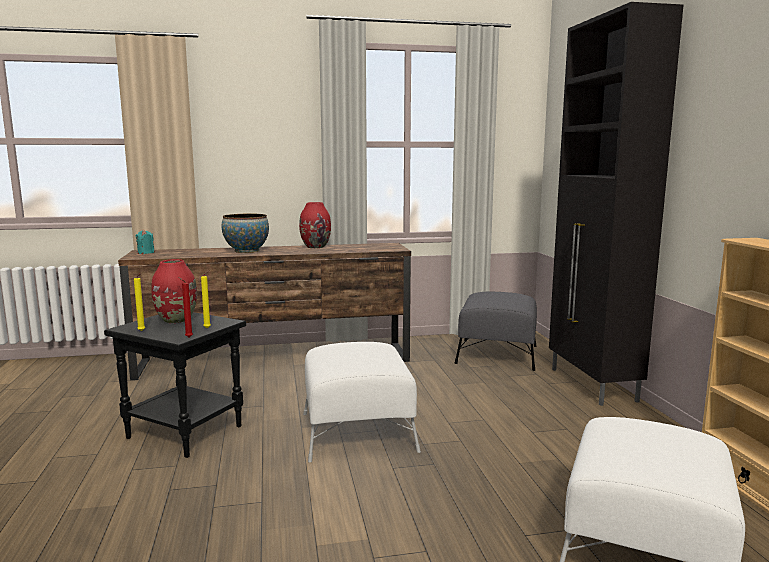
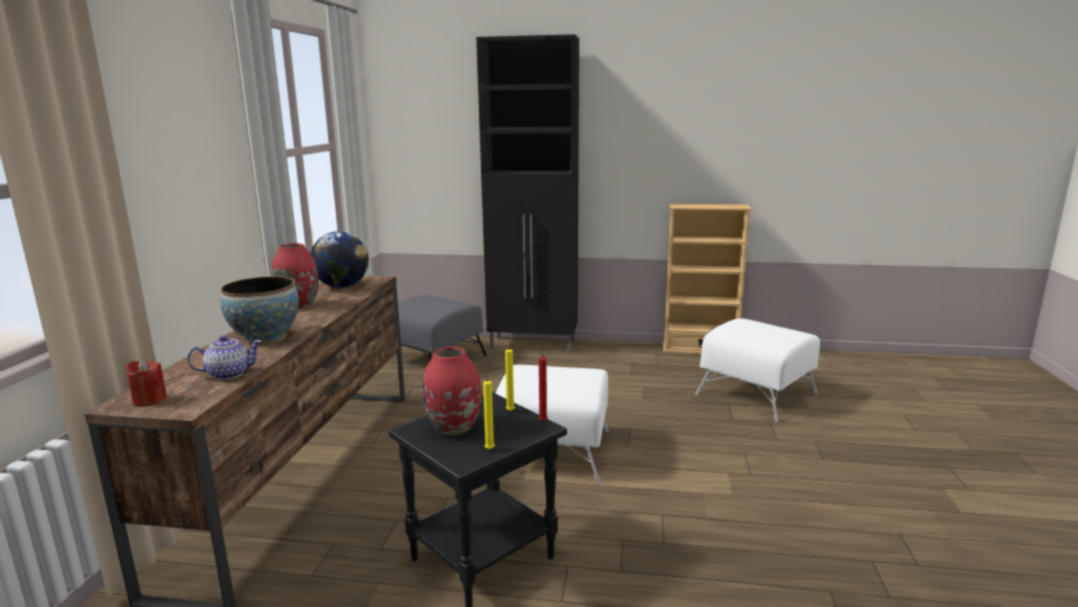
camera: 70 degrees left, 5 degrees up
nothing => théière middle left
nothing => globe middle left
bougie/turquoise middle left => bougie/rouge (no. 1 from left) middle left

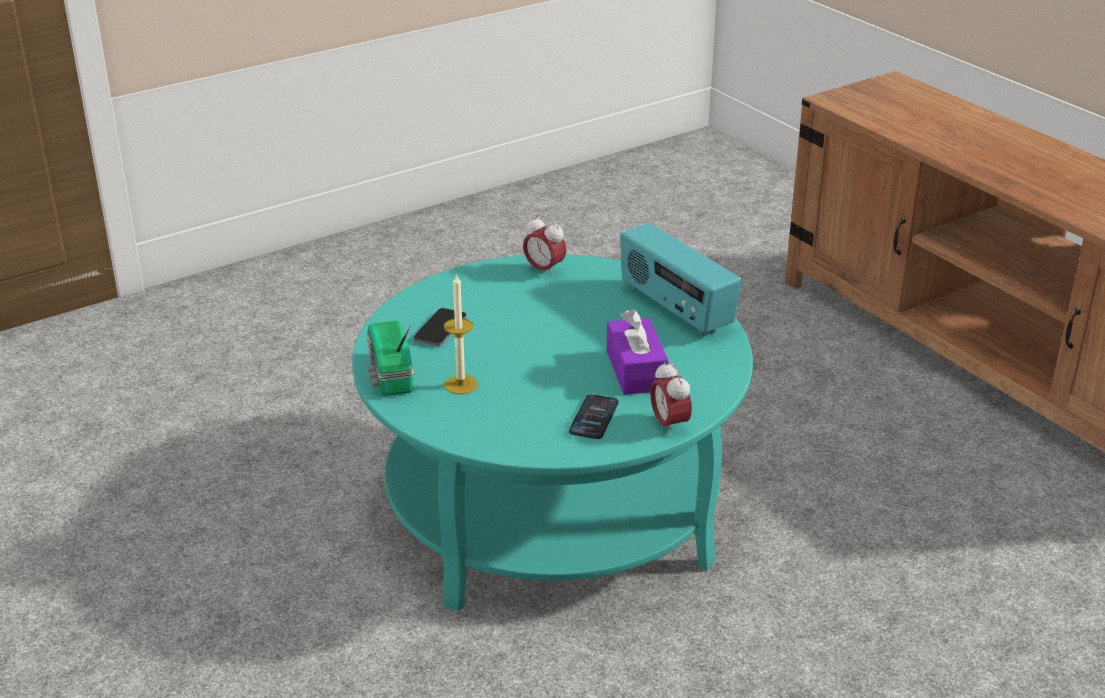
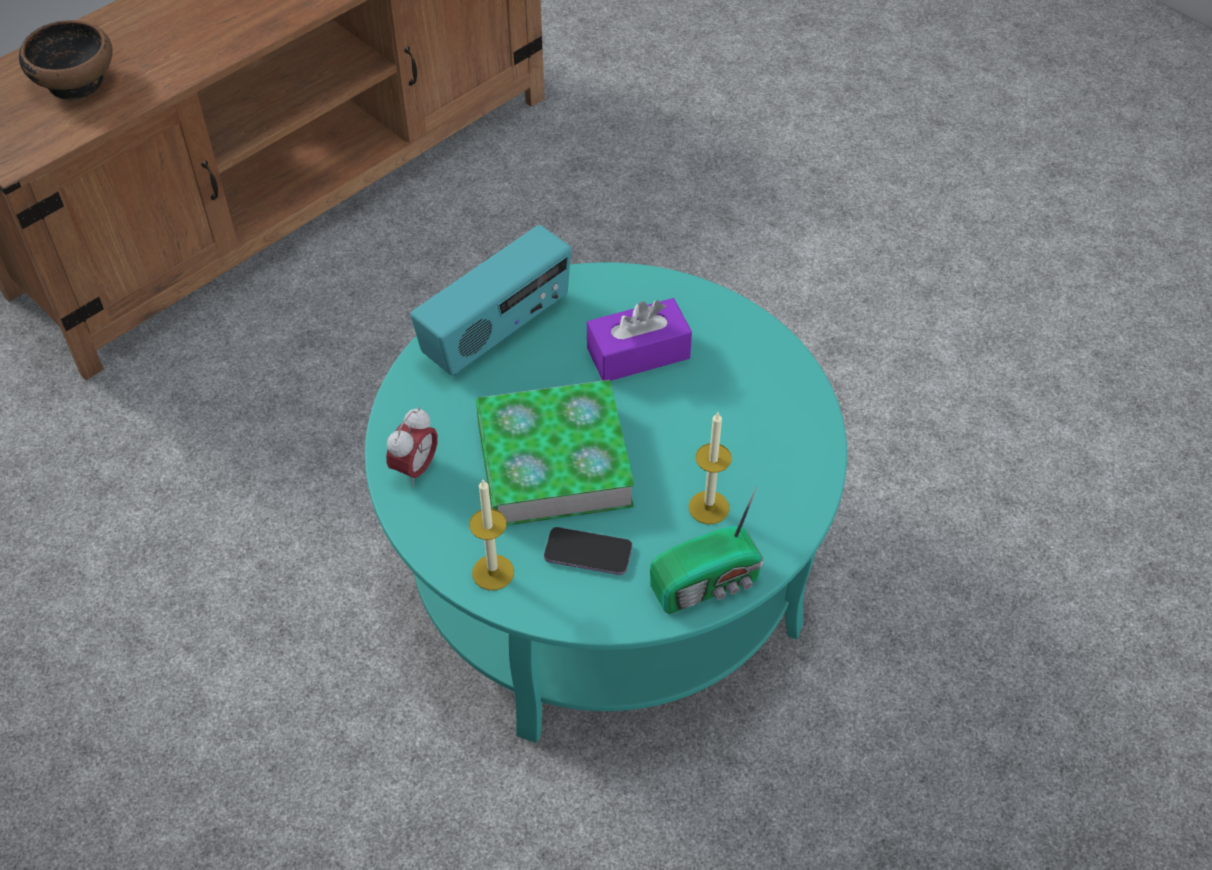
camera: 100 degrees left, 20 degrees up
téléphone (no. 2 from left) centre => nothing
réveil (no. 2 from left) centre => nothing
nothing => bol top left
nothing => bougie (no. 1 from left) centre
nothing => livre centre

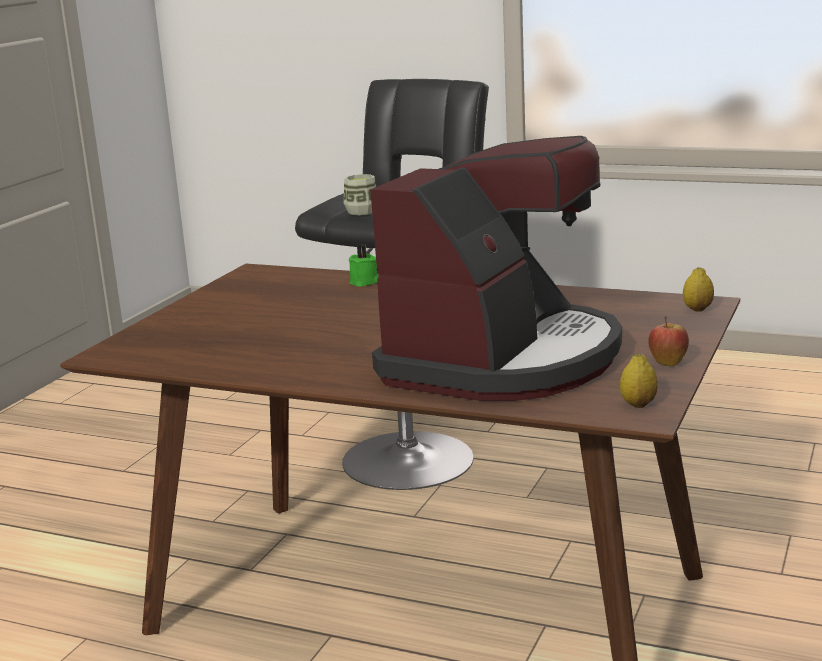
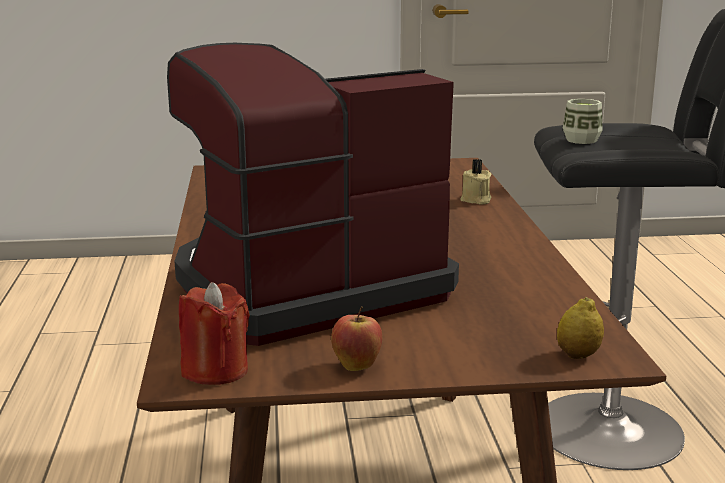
camera: 60 degrees right, 0 degrees up
citron (no. 1 from left) middle right => bougie/rouge bottom left
bougie/vert centre => bougie/beige centre
machine à café centre, 150 degrees clockwise

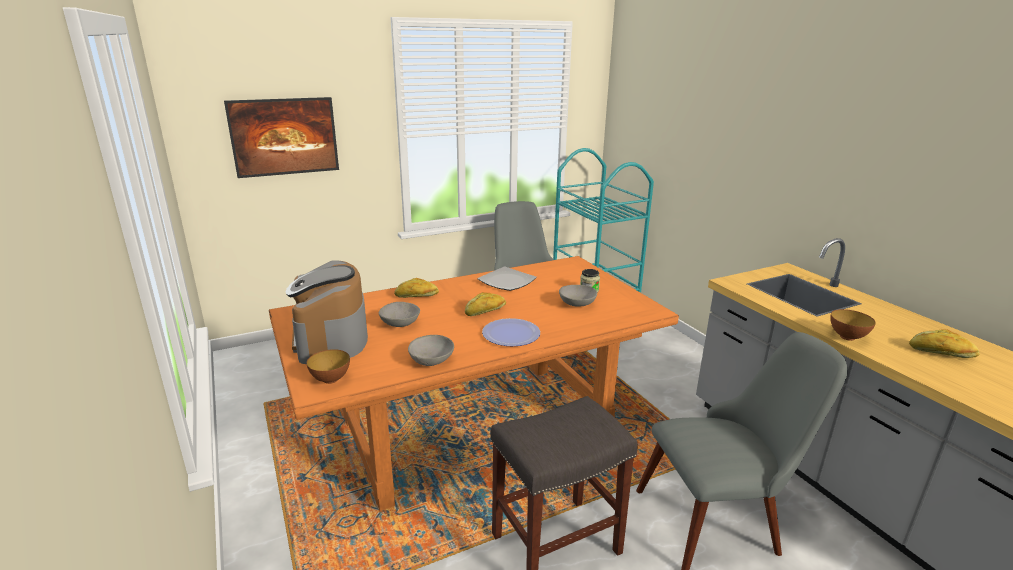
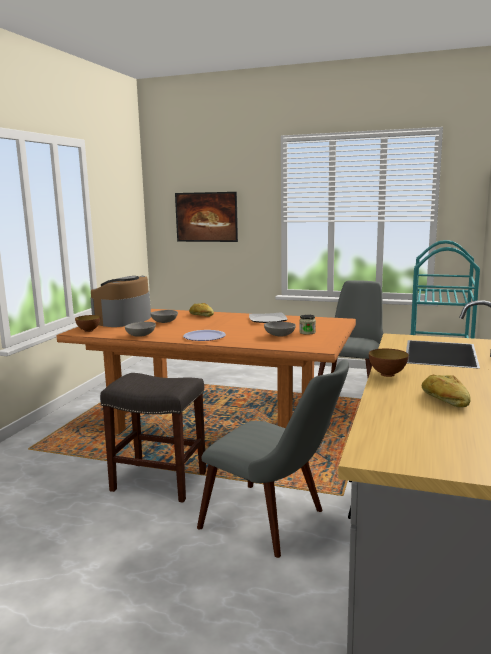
camera: 45 degrees right, 10 degrees down
pain (no. 2 from left) centre => nothing

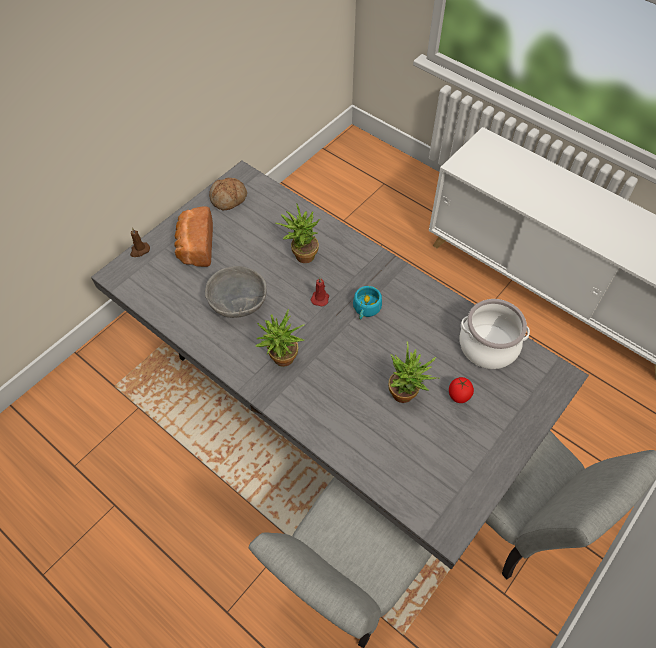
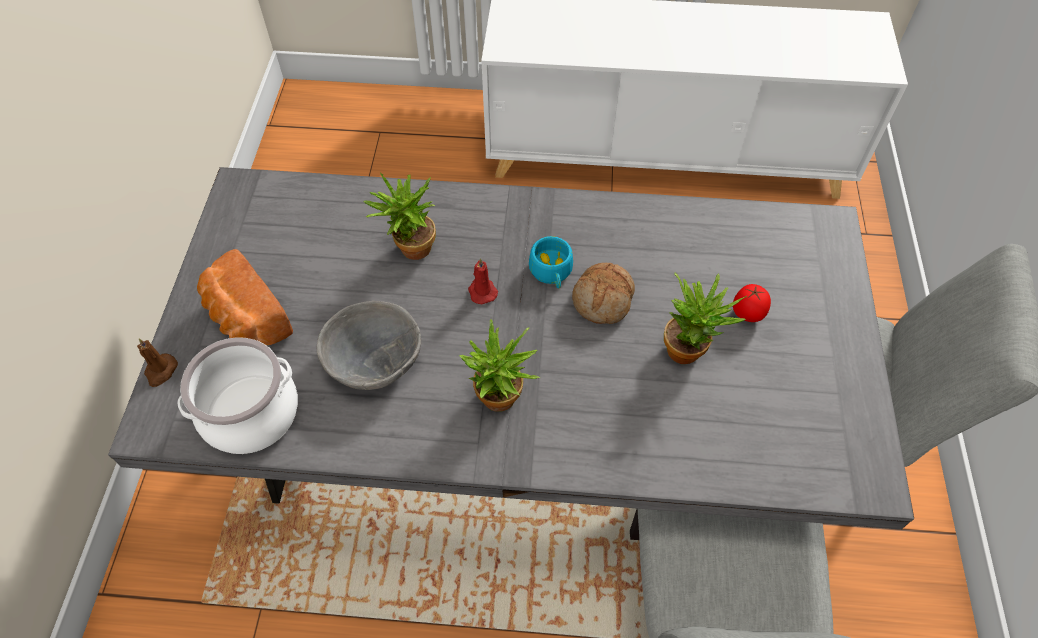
camera: 35 degrees left, 0 degrees up
pain (no. 2 from left) top centre => pain (no. 2 from left) centre, shifted
marmite middle right => marmite middle left, shifted

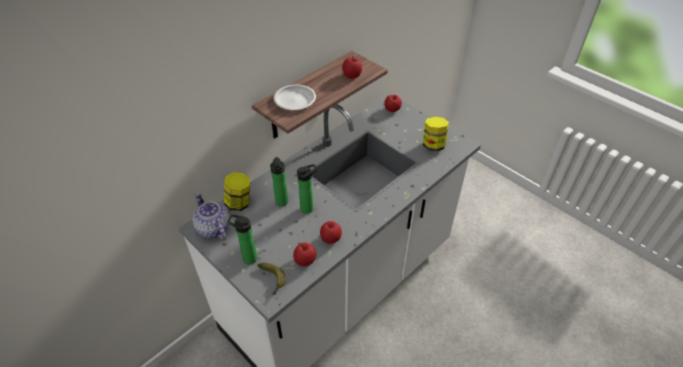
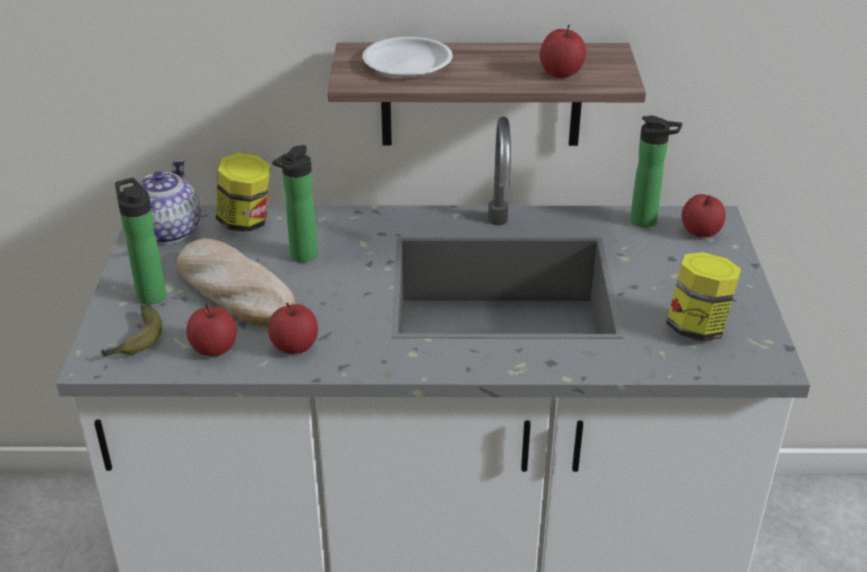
camera: 45 degrees right, 10 degrees down
nothing => pain middle left
bouteille (no. 3 from left) centre => bouteille (no. 3 from left) top right, shifted

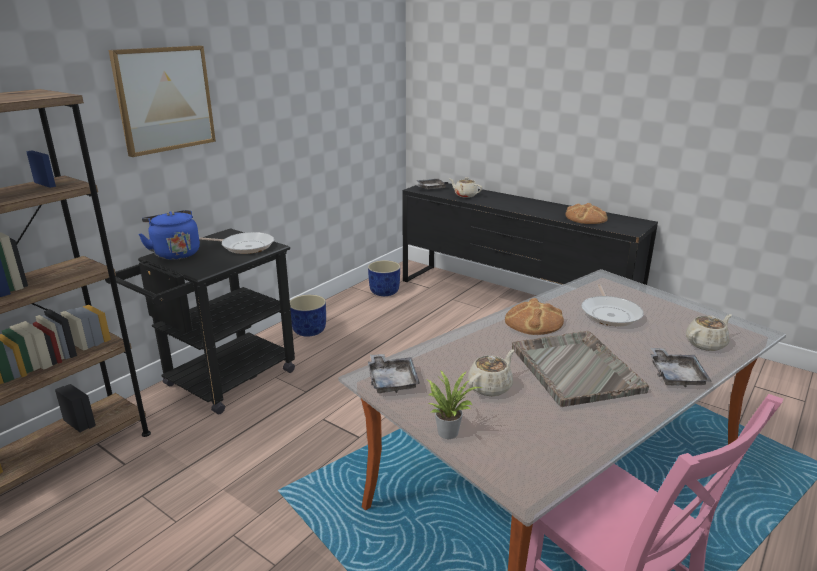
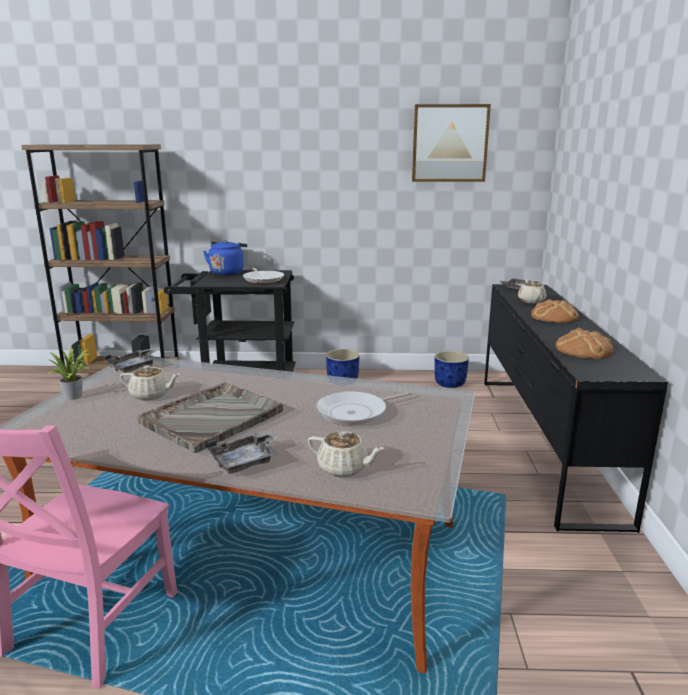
camera: 55 degrees right, 5 degrees down
tableau top left => tableau top centre, shifted
pain (no. 1 from left) centre => pain (no. 1 from left) middle right, shifted

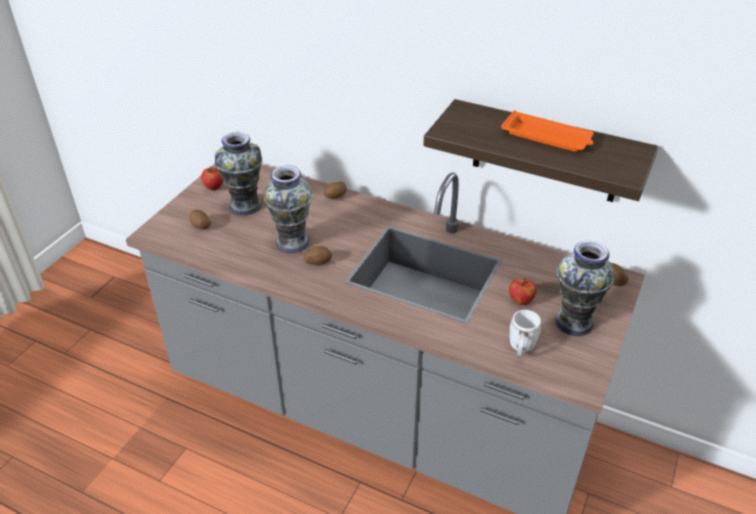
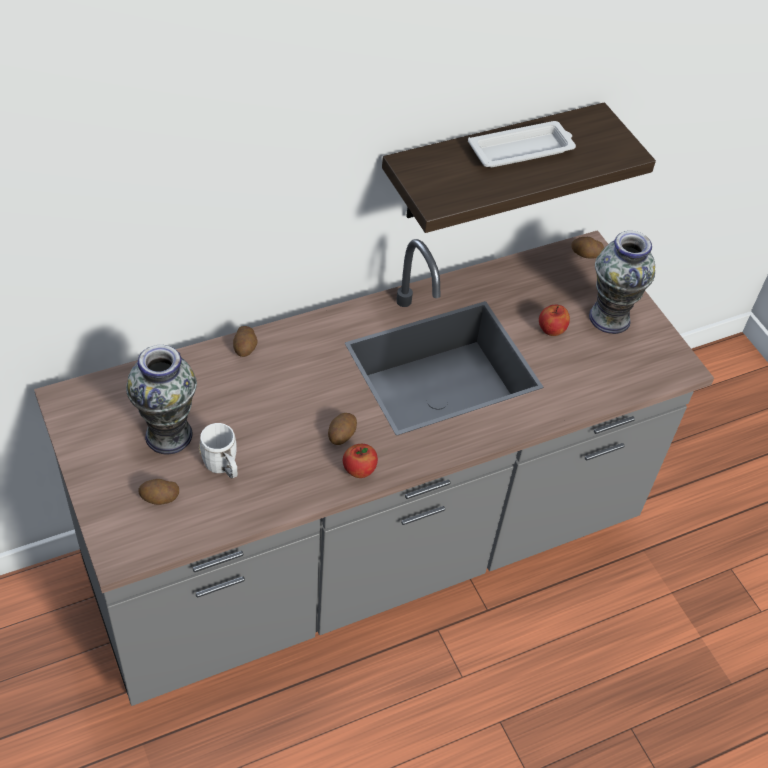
camera: 55 degrees left, 10 degrees up
vase (no. 2 from left) centre => nothing
pomme (no. 1 from left) middle left => pomme (no. 1 from left) centre, shifted
mug/blanc middle right => mug/blanc middle left, shifted
plateau/orange top right => plateau/blanc top right

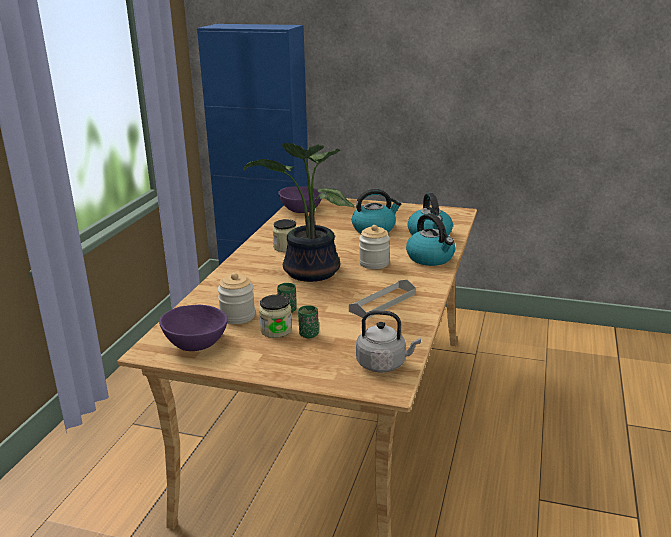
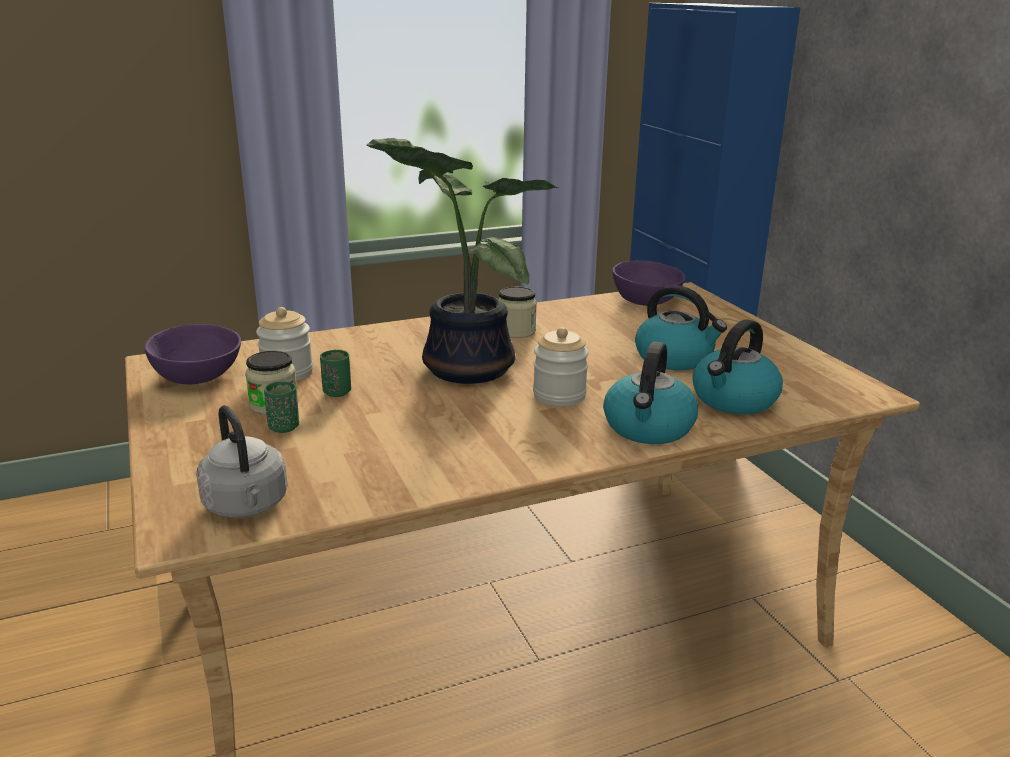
camera: 50 degrees right, 0 degrees up
plateau/gris centre => nothing

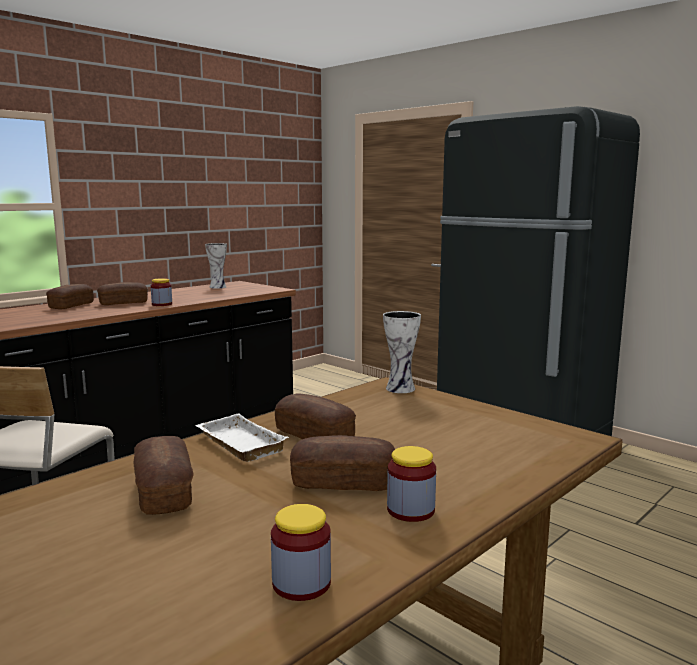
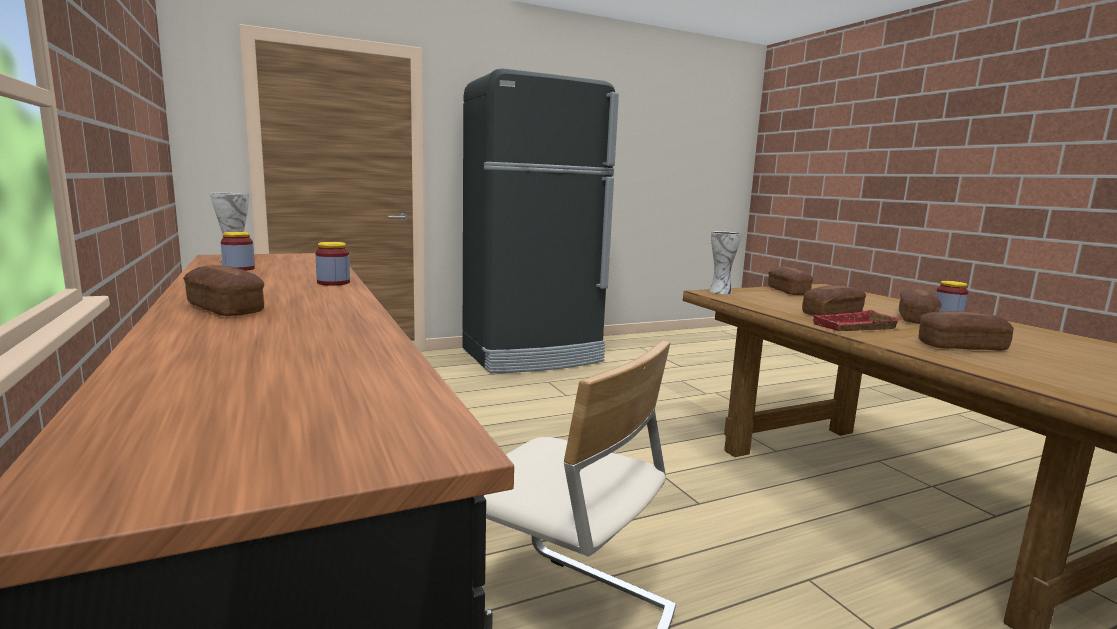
camera: 70 degrees left, 0 degrees up
pain (no. 2 from left) middle left => pain (no. 2 from left) middle right, shifted
bocal (no. 2 from left in the first image) bottom centre => bocal (no. 1 from left) middle left, shifted
plateau/blanc centre => plateau/rouge middle right

